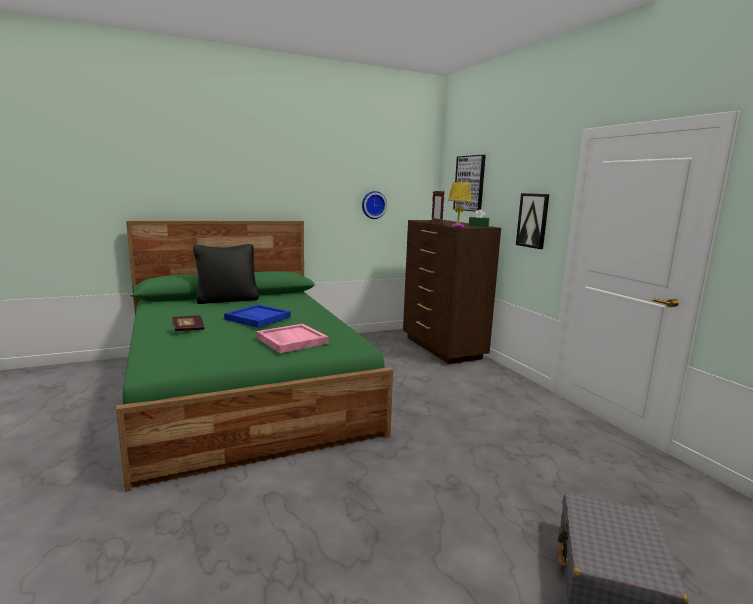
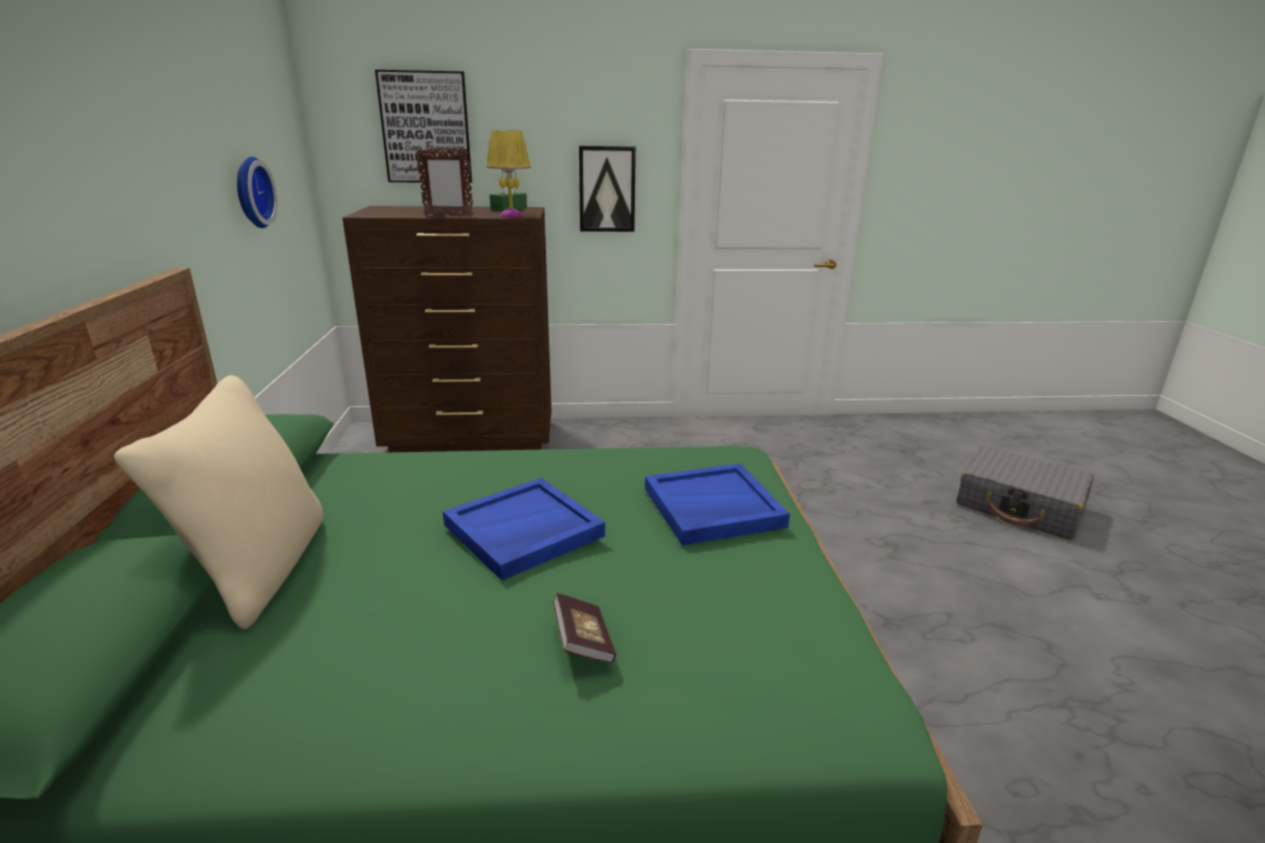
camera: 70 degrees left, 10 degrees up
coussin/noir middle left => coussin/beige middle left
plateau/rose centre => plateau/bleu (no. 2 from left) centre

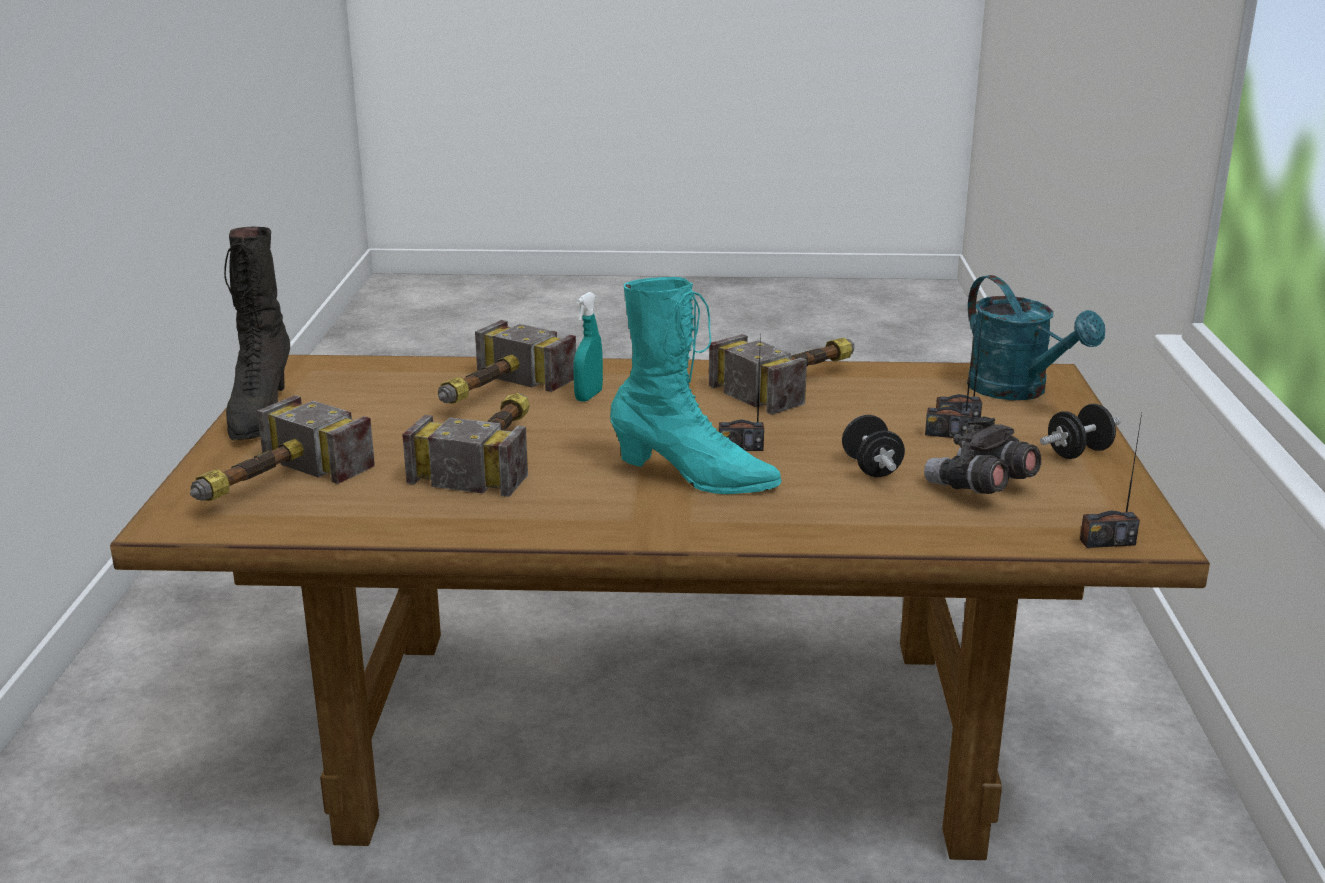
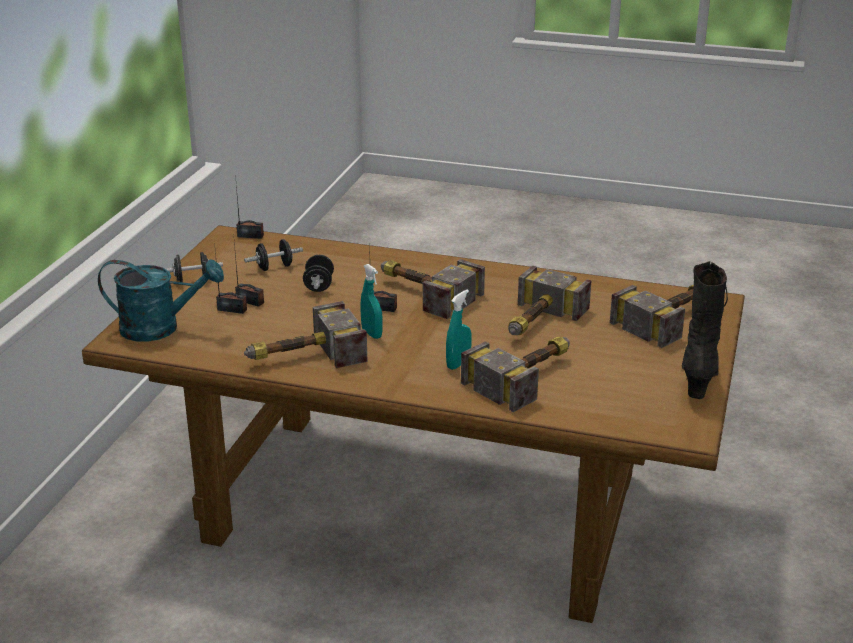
camera: 165 degrees left, 5 degrees up
nothing => vaporisateur/turquoise (no. 1 from left) centre
botte/turquoise centre => marteau (no. 2 from left) centre
jumelles/gris middle right => haltère/noir (no. 2 from left) middle left
arrosoir/turquoise middle right => arrosoir/turquoise middle left, 105 degrees clockwise

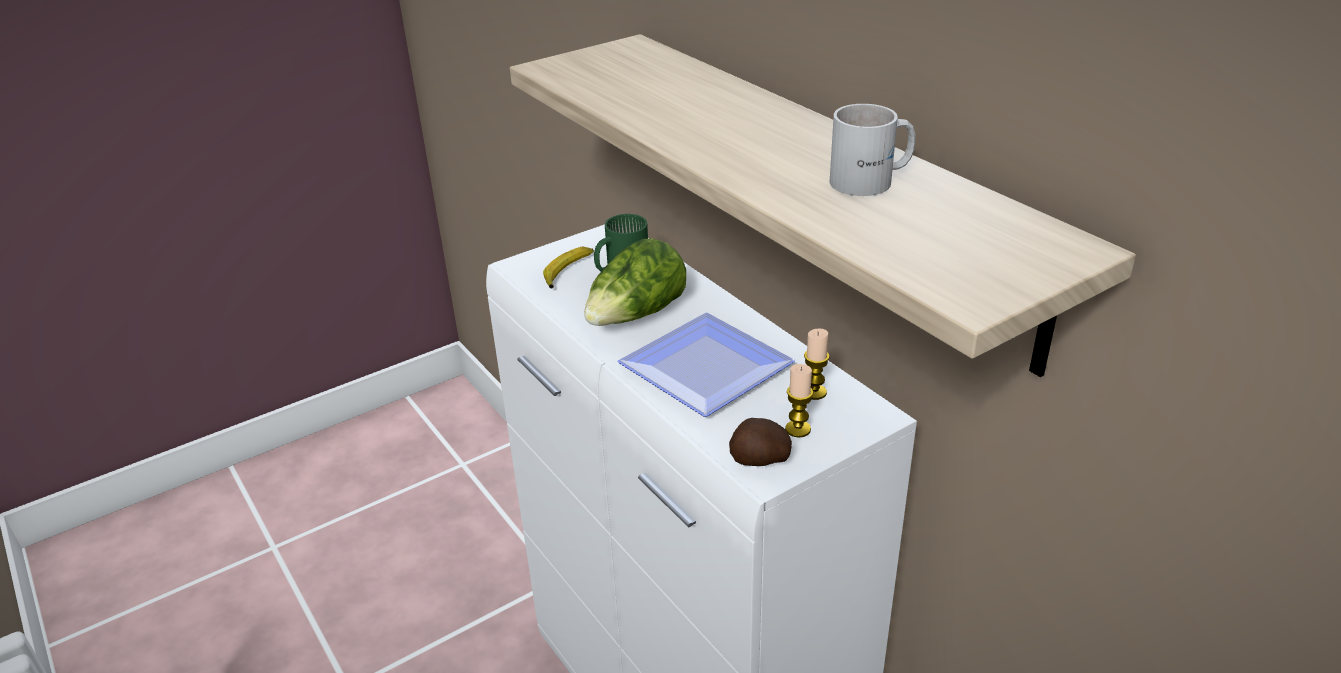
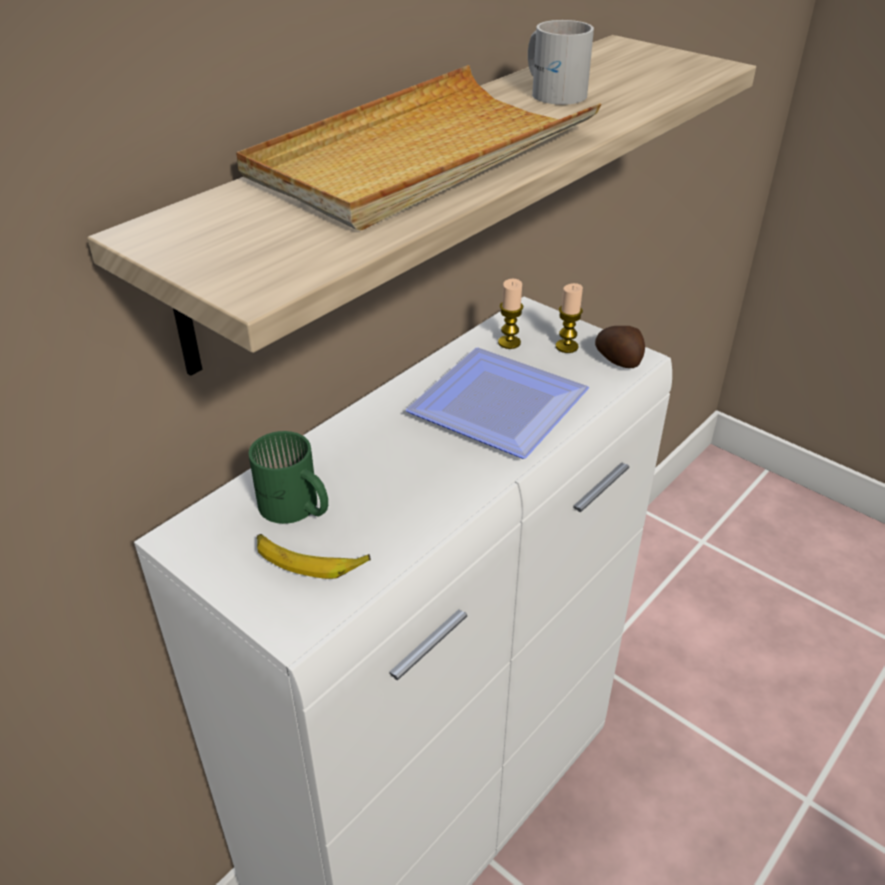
camera: 105 degrees left, 5 degrees up
laitue centre => nothing
nothing => plateau/beige top centre

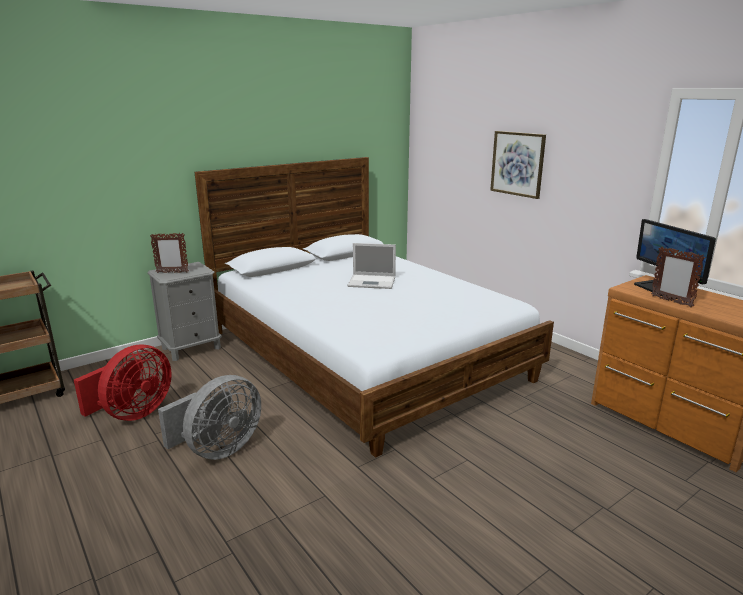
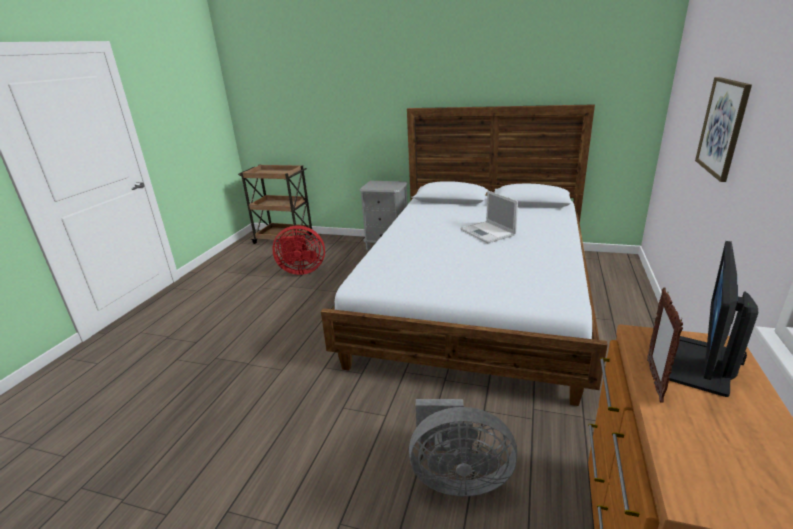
camera: 55 degrees right, 5 degrees up
cadre photo (no. 1 from left) middle left => nothing
ventilateur/gris bottom left => ventilateur/gris bottom centre, shifted

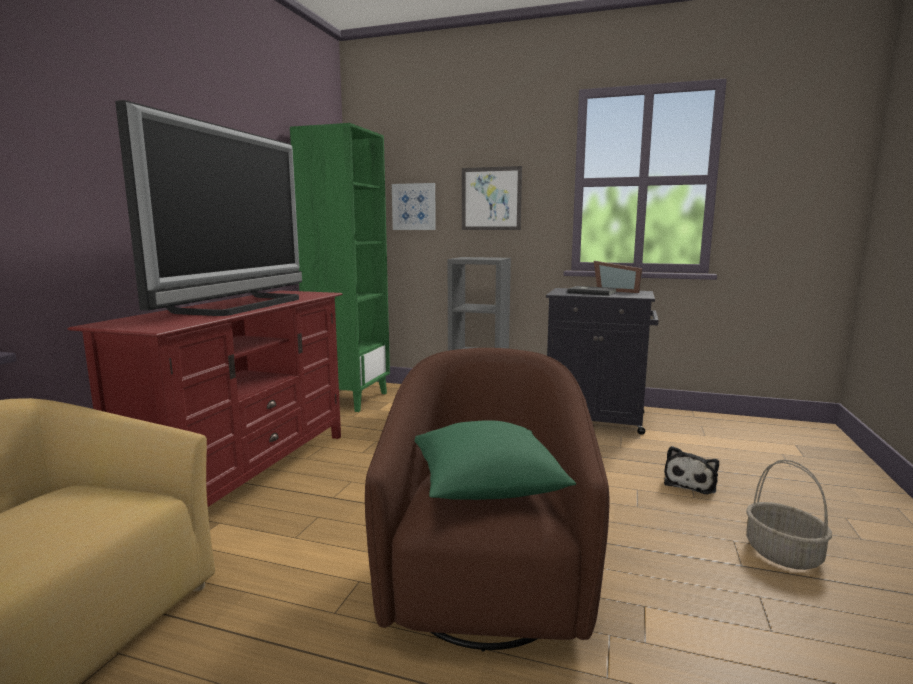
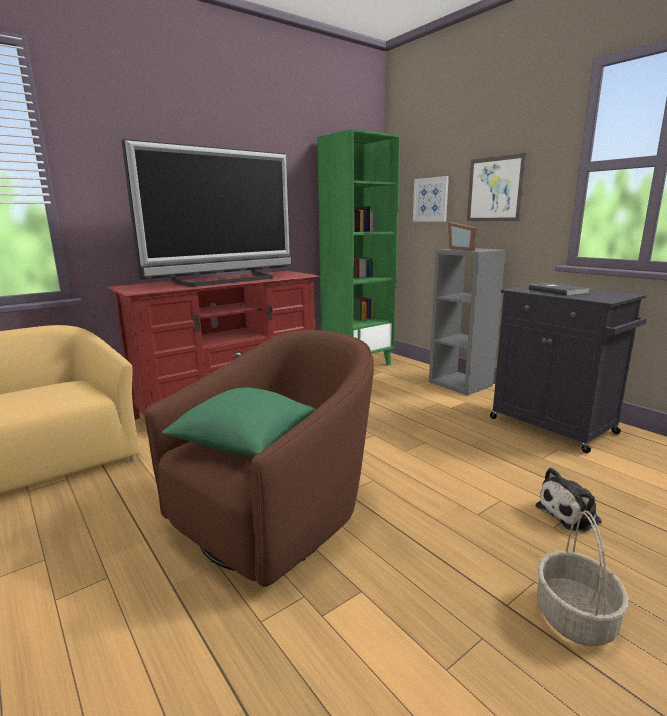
camera: 35 degrees right, 5 degrees up
cadre photo middle right => cadre photo top right, shifted

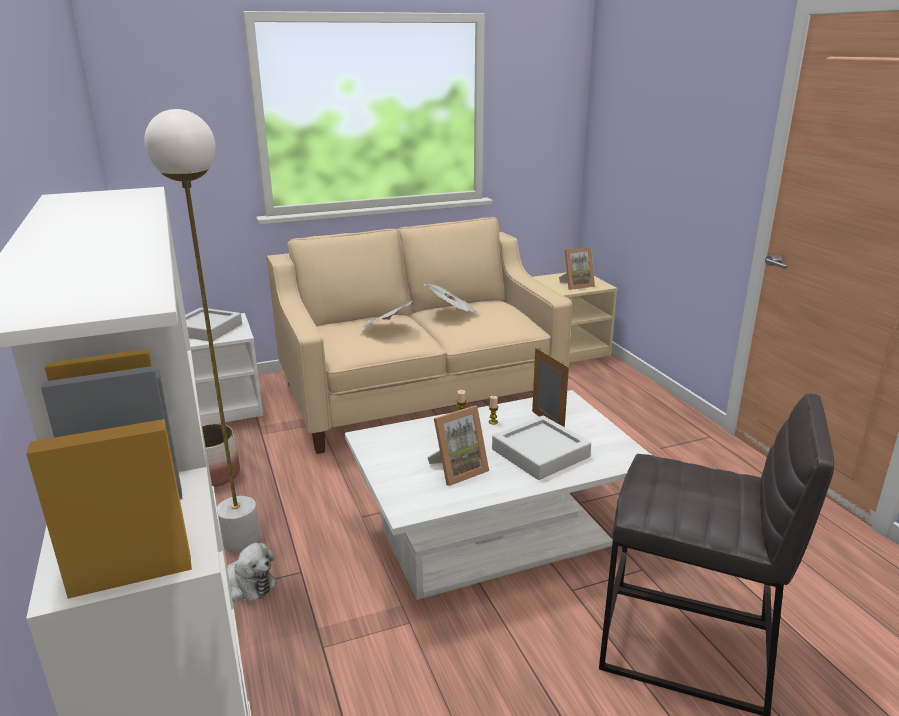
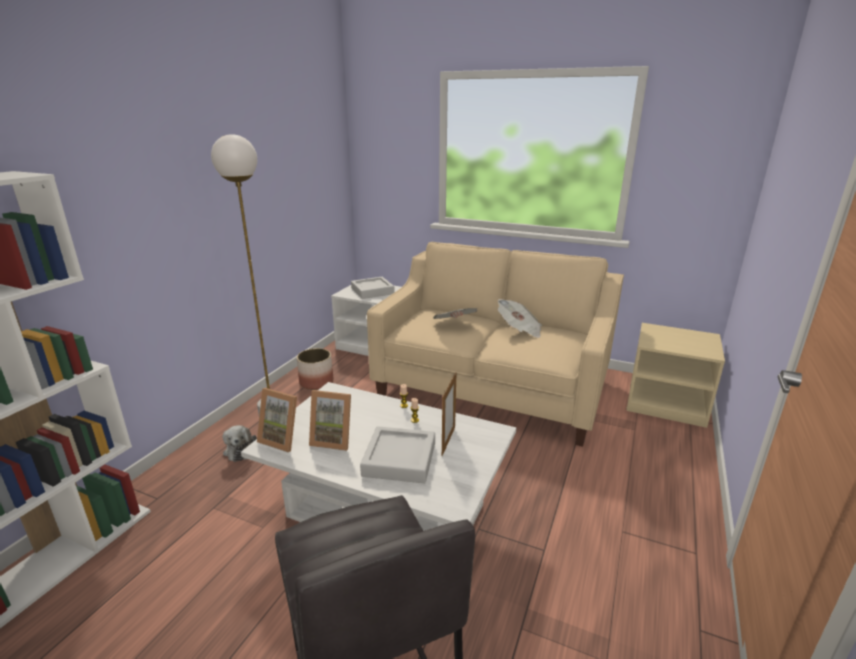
camera: 45 degrees right, 0 degrees up
cadre photo (no. 3 from left in the first image) centre => cadre photo (no. 1 from left) middle left, shifted

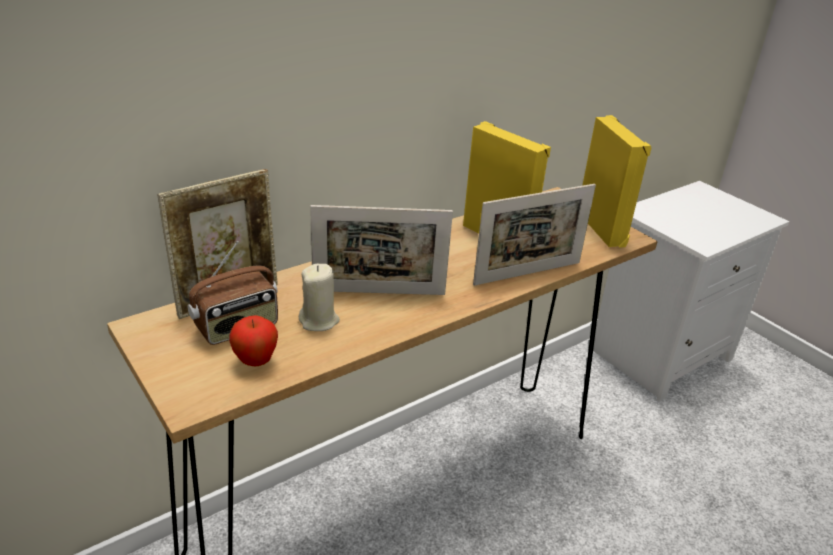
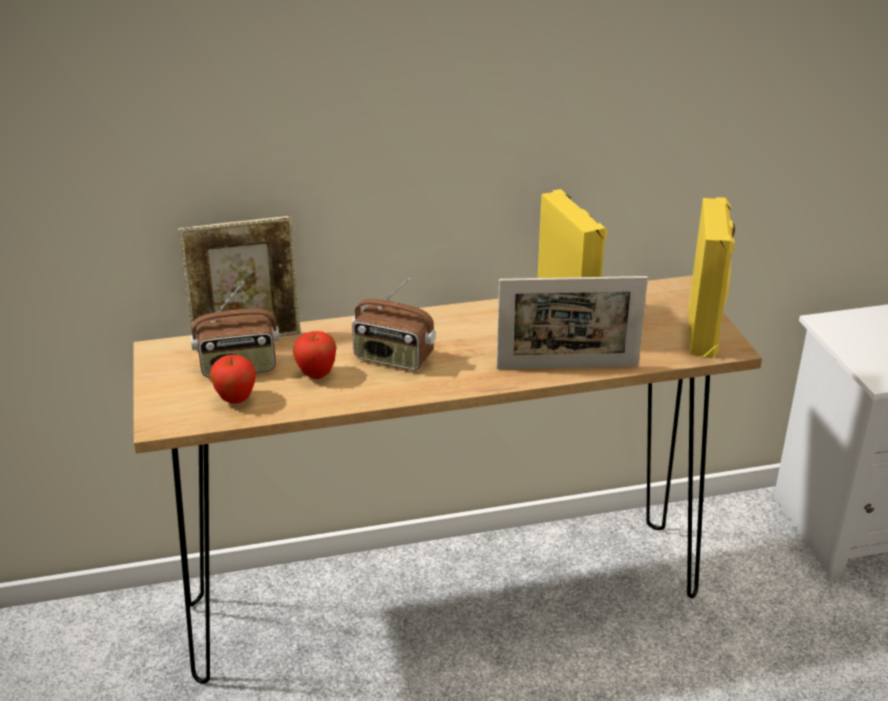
camera: 25 degrees right, 0 degrees up
bougie/beige centre => pomme (no. 2 from left) centre
cadre photo (no. 2 from left) centre => radio (no. 2 from left) centre

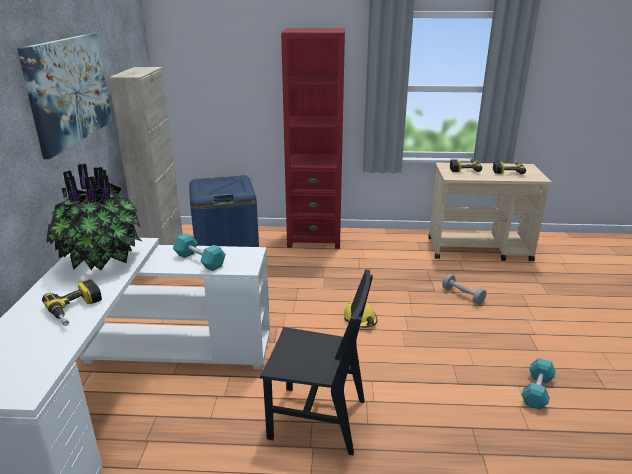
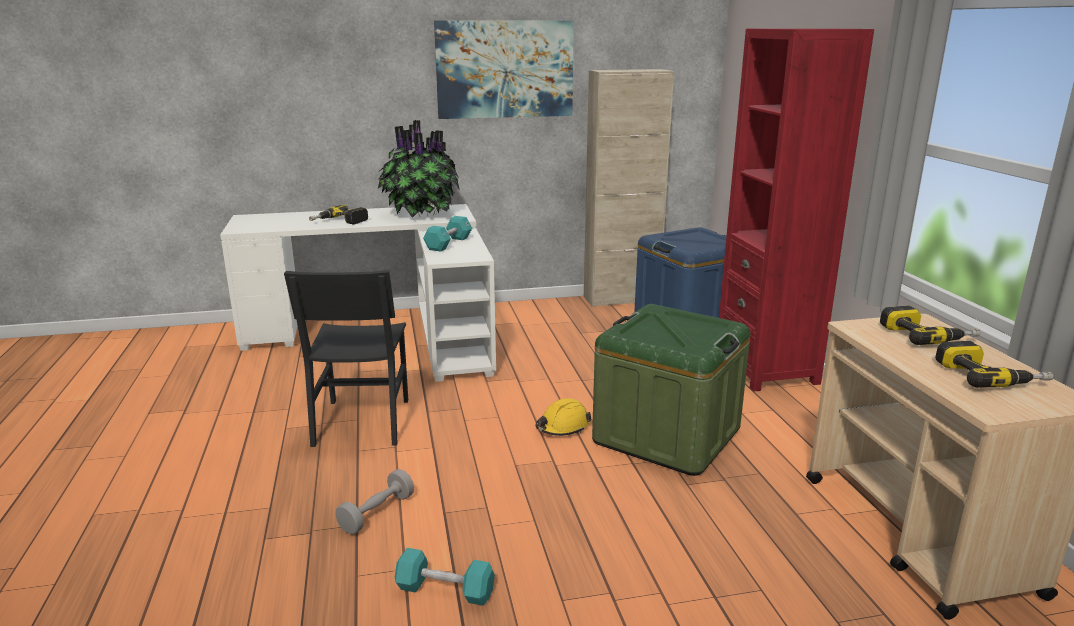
camera: 75 degrees right, 5 degrees down
nothing => boîte de rangement/vert centre
haltère/gris middle right => haltère/gris bottom centre, shifted

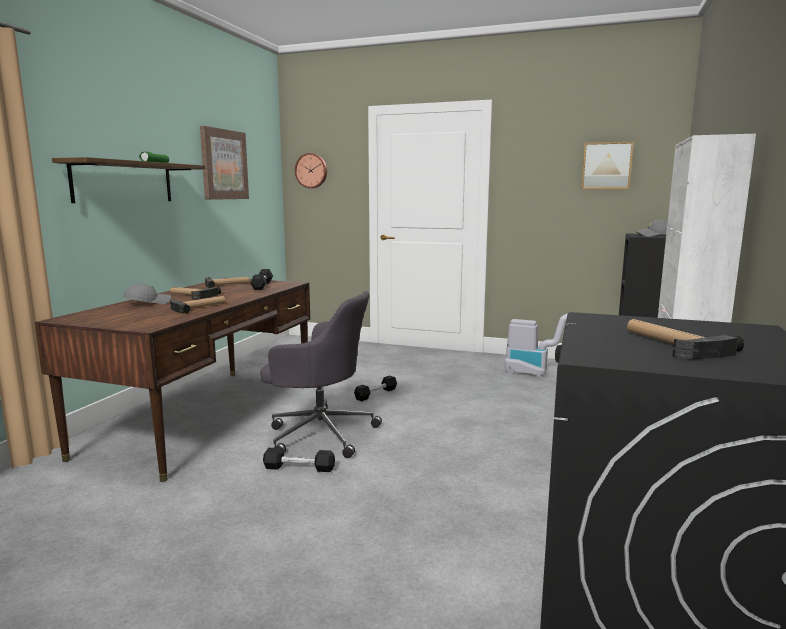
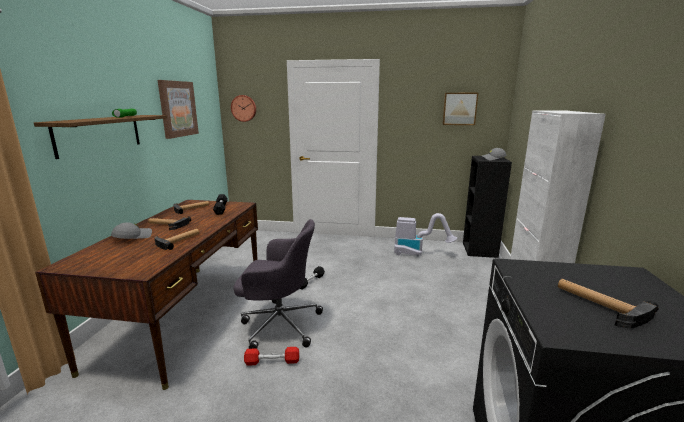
camera: 10 degrees left, 5 degrees up
haltère/noir (no. 2 from left) bottom centre => haltère/rouge bottom centre

